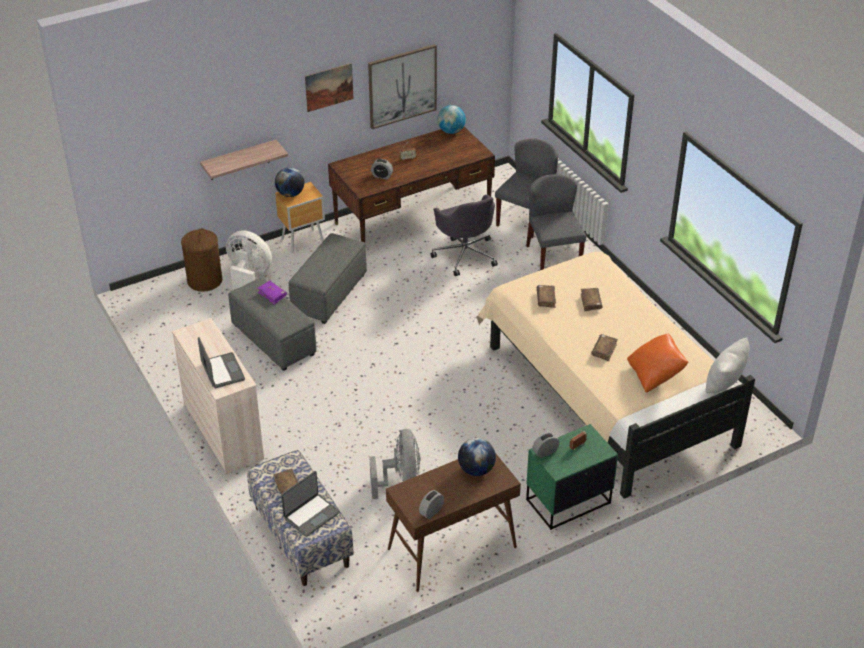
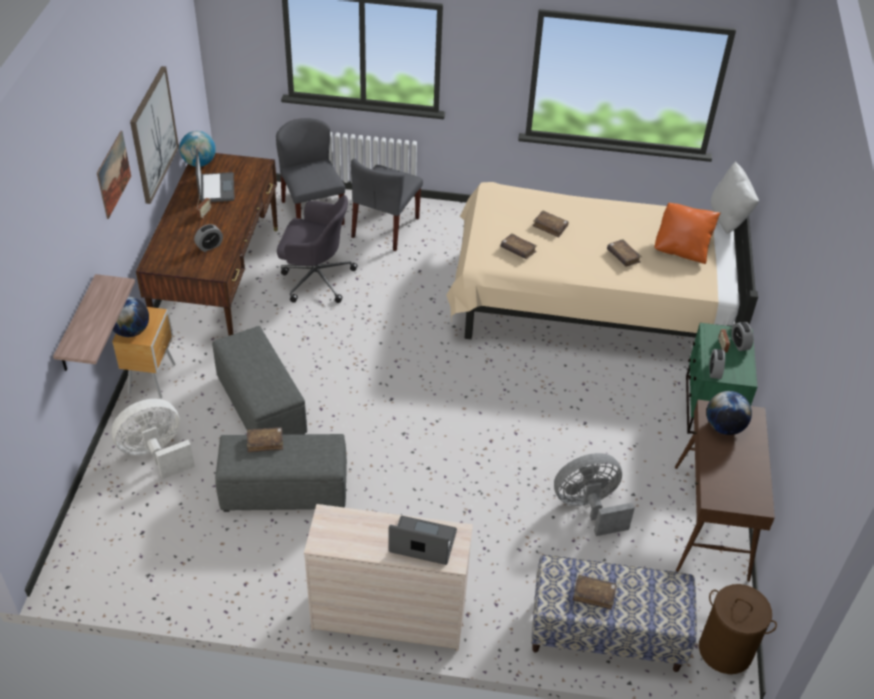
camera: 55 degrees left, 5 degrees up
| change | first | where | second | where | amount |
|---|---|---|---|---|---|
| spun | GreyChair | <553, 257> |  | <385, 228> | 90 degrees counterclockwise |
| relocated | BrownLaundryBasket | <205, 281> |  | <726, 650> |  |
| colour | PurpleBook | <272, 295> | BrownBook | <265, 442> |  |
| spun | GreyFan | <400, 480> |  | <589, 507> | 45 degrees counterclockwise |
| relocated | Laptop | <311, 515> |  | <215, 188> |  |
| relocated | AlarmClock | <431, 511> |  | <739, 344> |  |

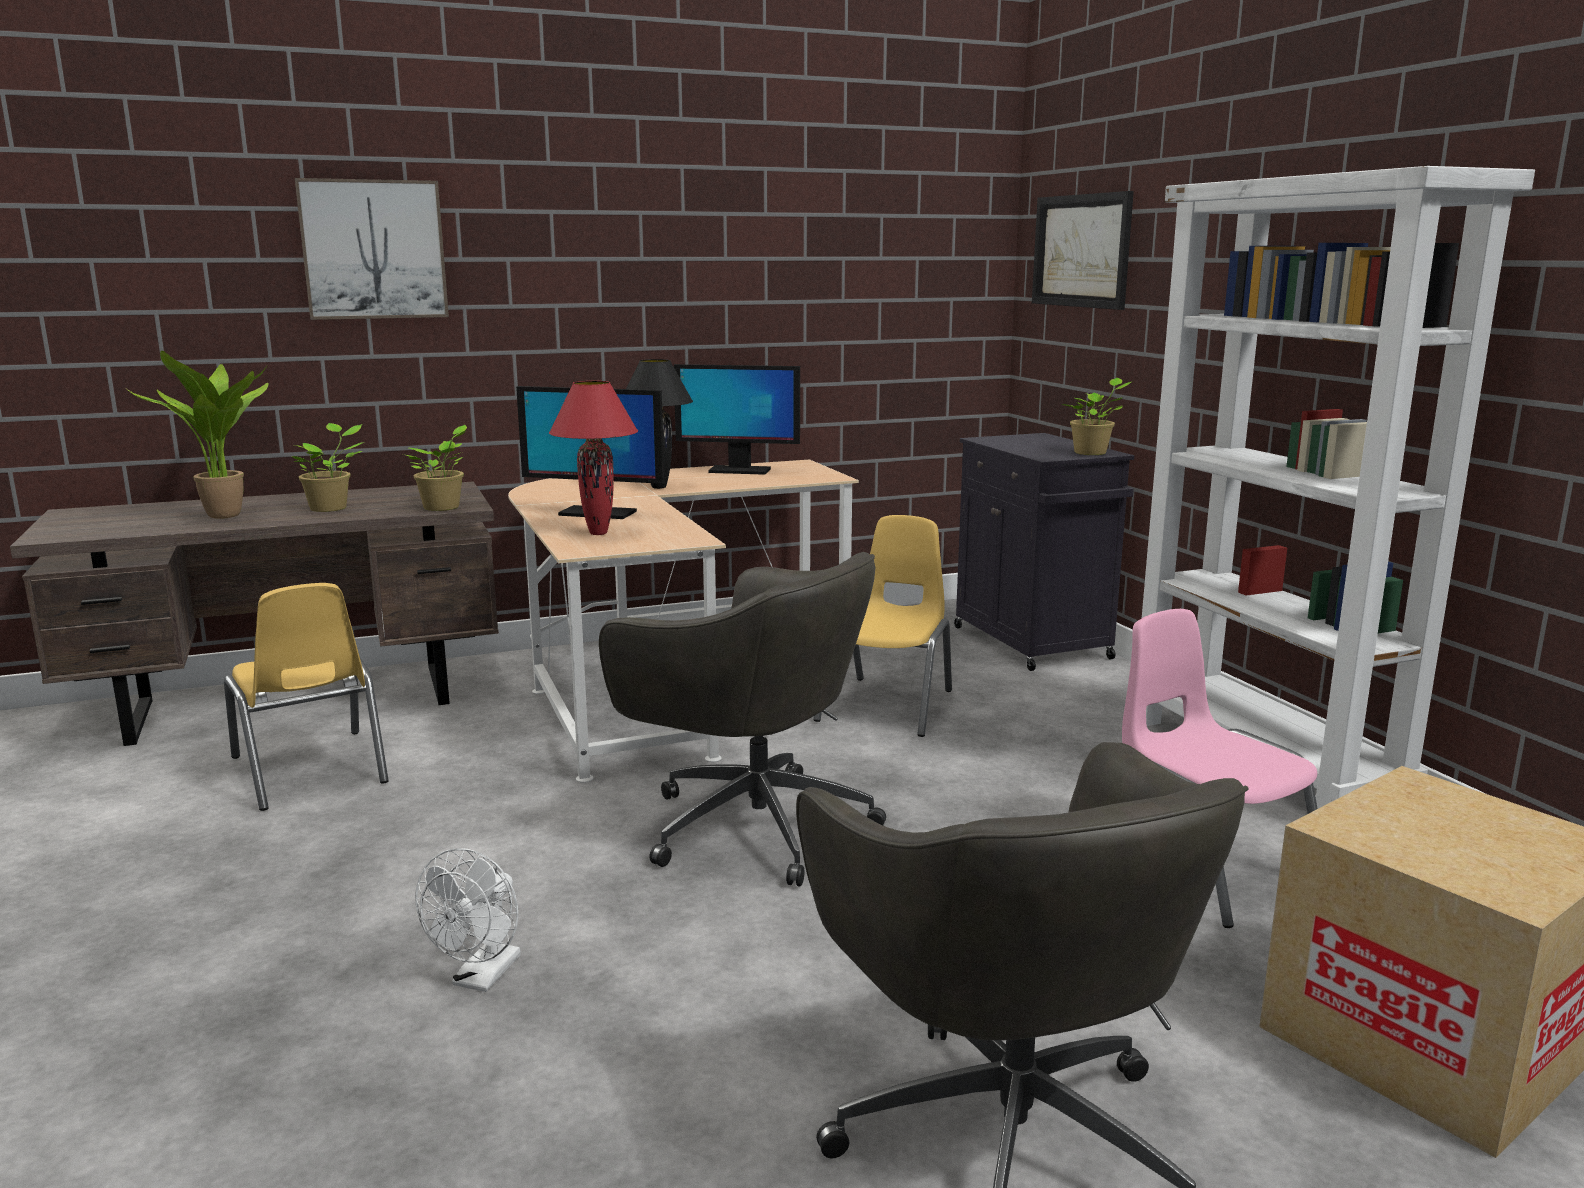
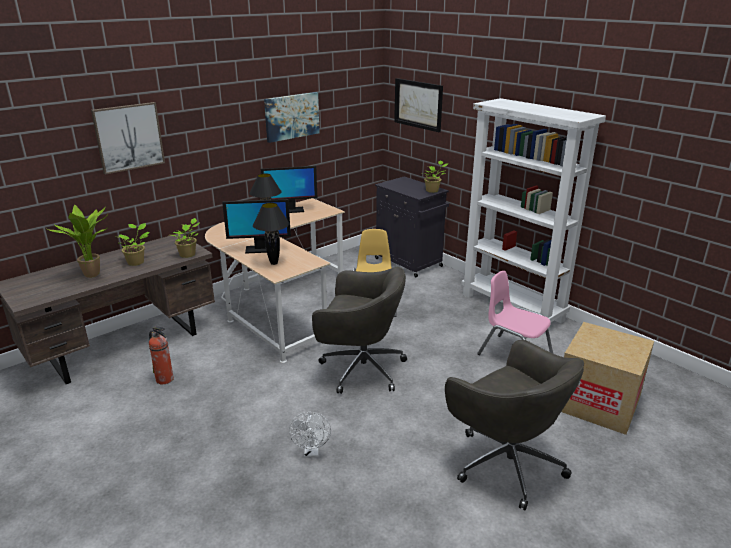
camera: 20 degrees left, 10 degrees up
| change | first | where | second | where | amount |
|---|---|---|---|---|---|
| colour | RedTableLamp | <599, 533> | BlackTableLamp | <274, 263> |  |
| exchanged | YellowChair | <310, 770> | FireExtinguisher | <165, 379> |  |
| appeared |  |  | Picture | <291, 116> |  |

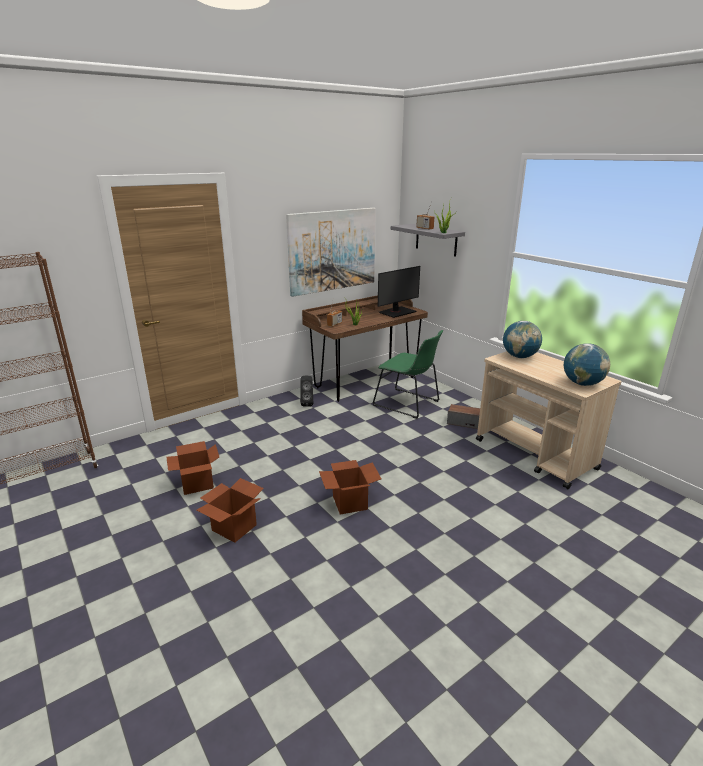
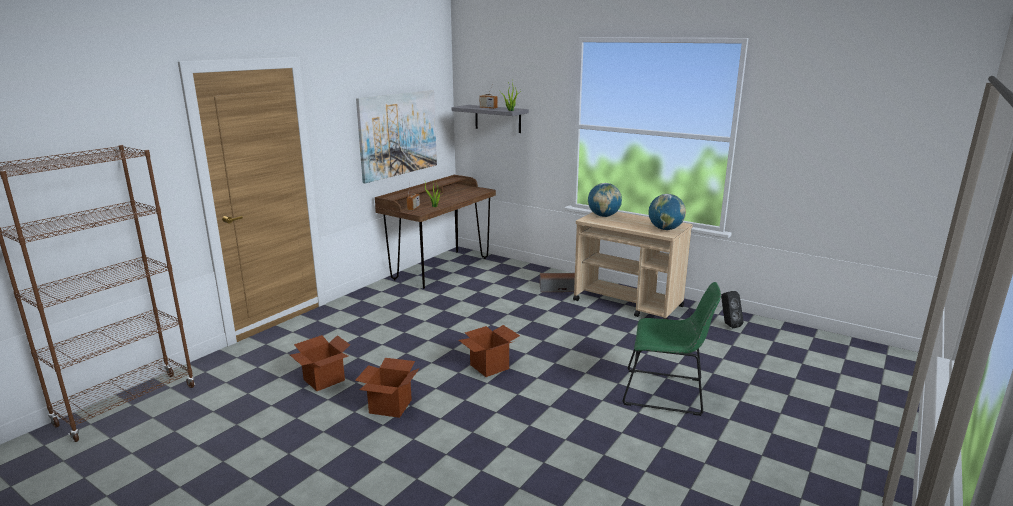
camera: 20 degrees left, 5 degrees down
| change | first | where | second | where | amount |
|---|---|---|---|---|---|
| missing | Monitor | <397, 312> |  |  |  |
| relocated | GreenChair | <408, 404> |  | <667, 392> |  |
| relocated | BlackSpeaker | <307, 403> |  | <728, 325> |  |

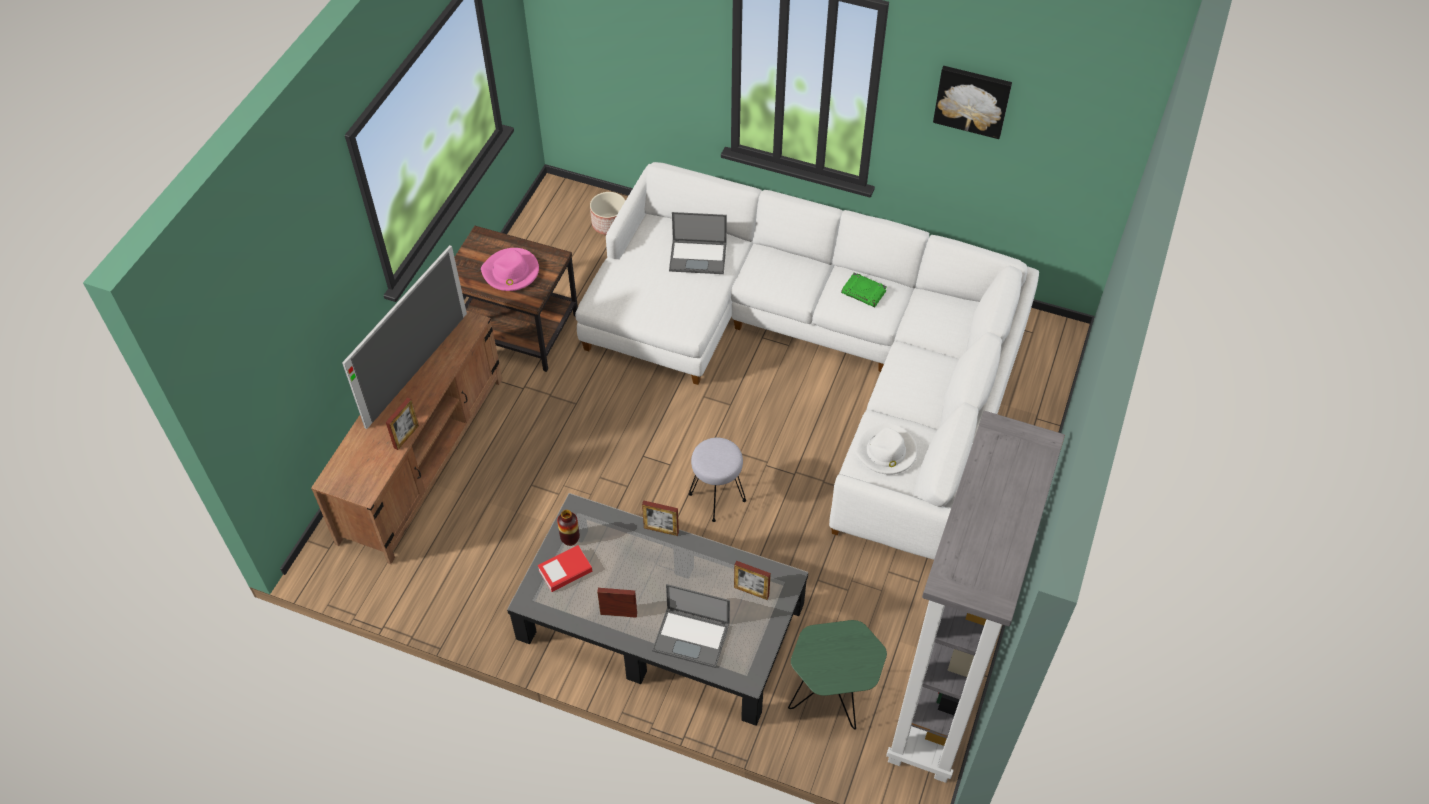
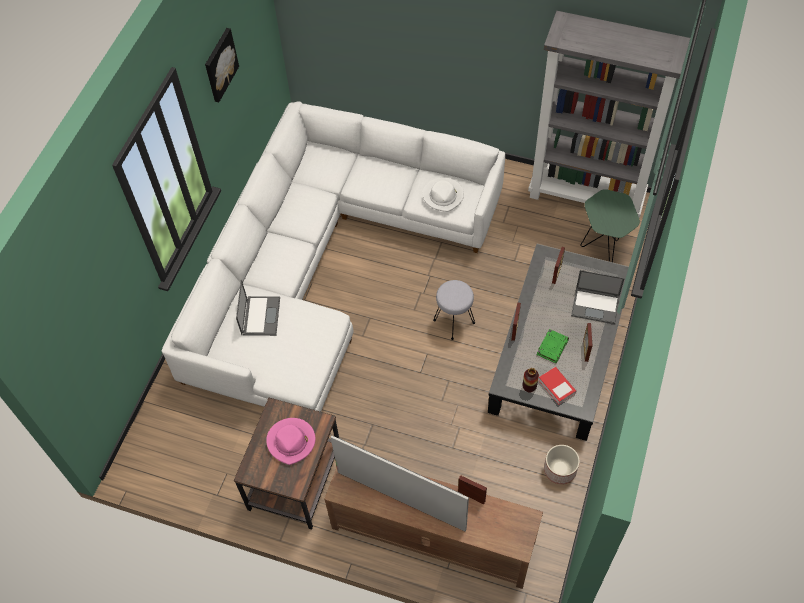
camera: 90 degrees left, 5 degrees up
| change | first | where | second | where | amount |
|---|---|---|---|---|---|
| relocated | Planter | <610, 223> |  | <559, 469> |  |
| relocated | GreenBook | <864, 292> |  | <552, 347> |  |
| spun | Laptop | <692, 637> |  | <596, 305> | 90 degrees clockwise |

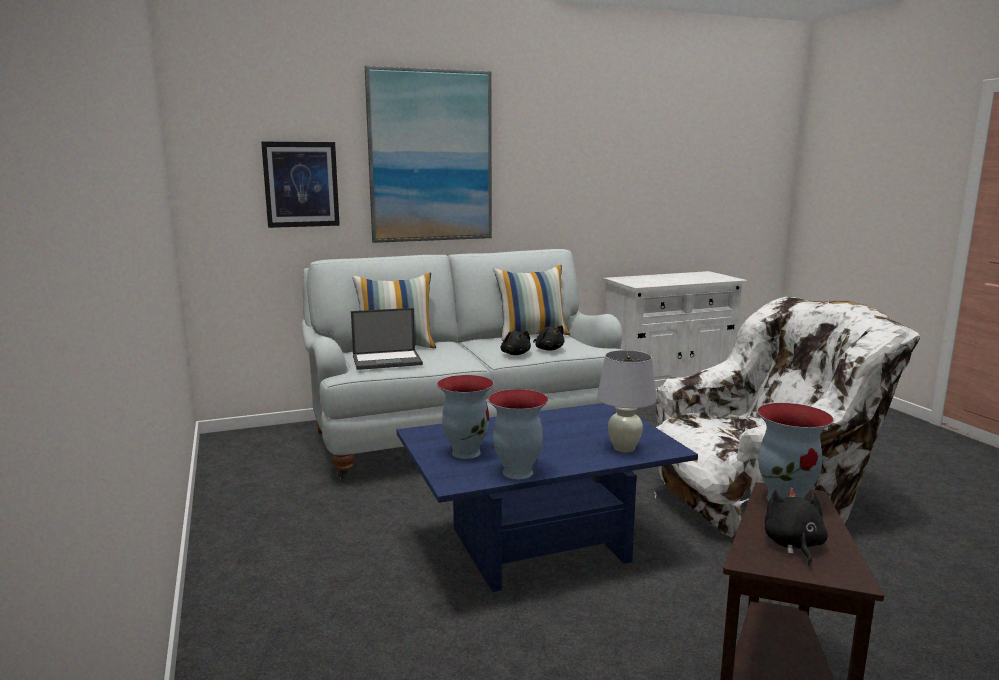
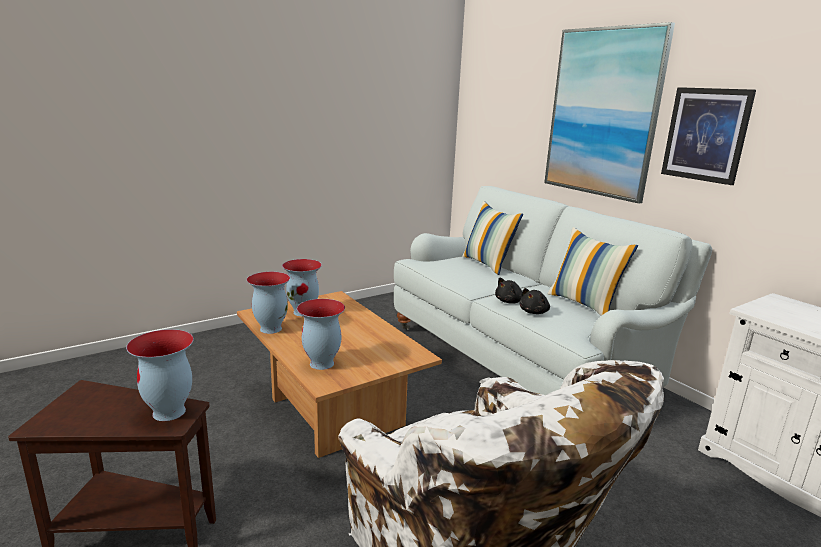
camera: 75 degrees right, 5 degrees up
| change | first | where | second | where | amount |
|---|---|---|---|---|---|
| relocated | Picture | <301, 184> |  | <705, 135> |  |
| missing | Laptop | <388, 360> |  |  |  |
| exchanged | WhiteTableLamp | <624, 448> | Vase | <322, 364> |  |
| colour | BlueCoffeeTable | <539, 548> | BrownCoffeeTable | <332, 412> |  |
| missing | BlackPlushToy | <793, 545> |  |  |  |

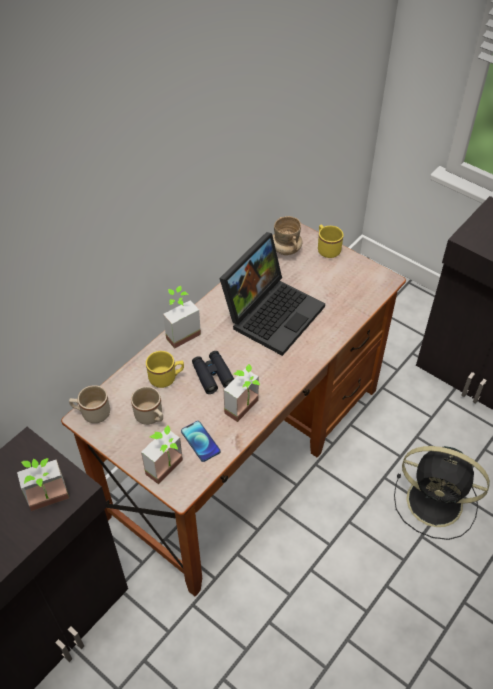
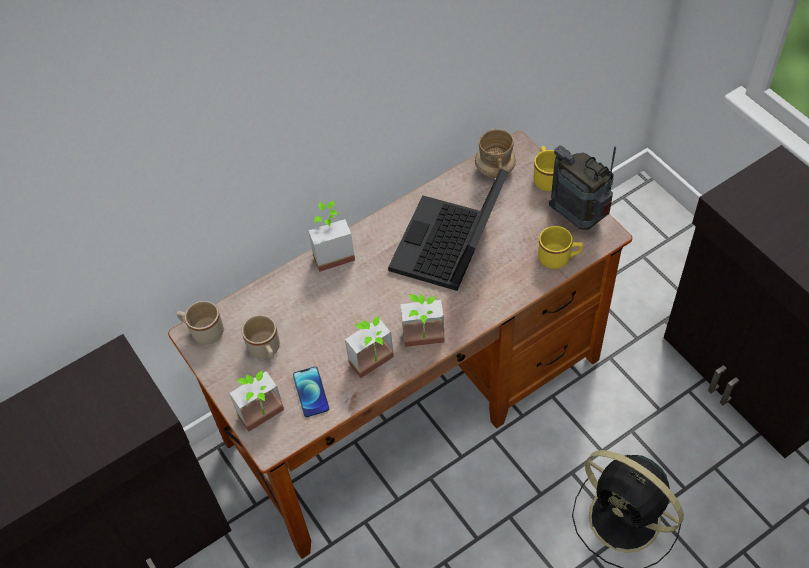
camera: 20 degrees right, 5 degrees up
| change | first | where | second | where | amount |
|---|---|---|---|---|---|
| spun | Laptop | <272, 312> |  | <449, 249> | 150 degrees clockwise |
| relocated | YellowMug | <166, 378> |  | <559, 258> |  |
| missing | BlackBinoculars | <213, 375> |  |  |  |
| relocated | PottedPlant | <50, 503> |  | <424, 343> |  |
| appeared |  |  | Radio | <579, 218> |  |

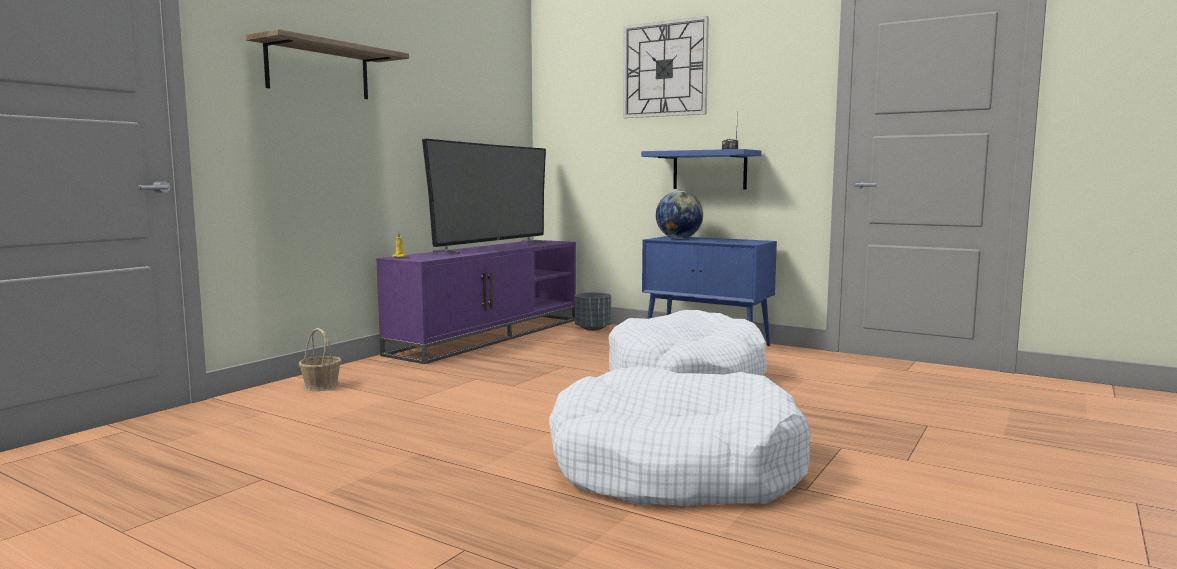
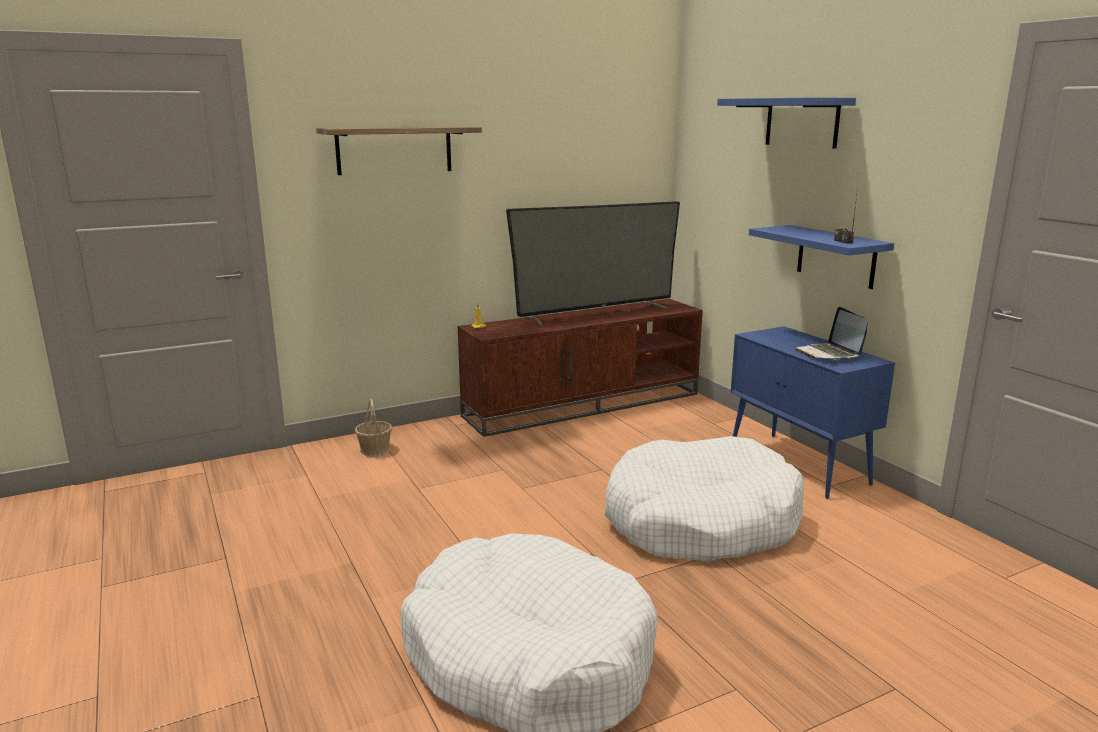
camera: 30 degrees right, 10 degrees up
| change | first | where | second | where | amount |
|---|---|---|---|---|---|
| exchanged | WallClock | <665, 69> | BlueShelf | <802, 122> |  |
| missing | Globe | <679, 238> |  |  |  |
| colour | PurpleTvStand | <488, 336> | BrownTvStand | <584, 404> |  |
| missing | GreyPlanter | <593, 329> |  |  |  |
| appeared |  |  | Laptop | <829, 354> |  |

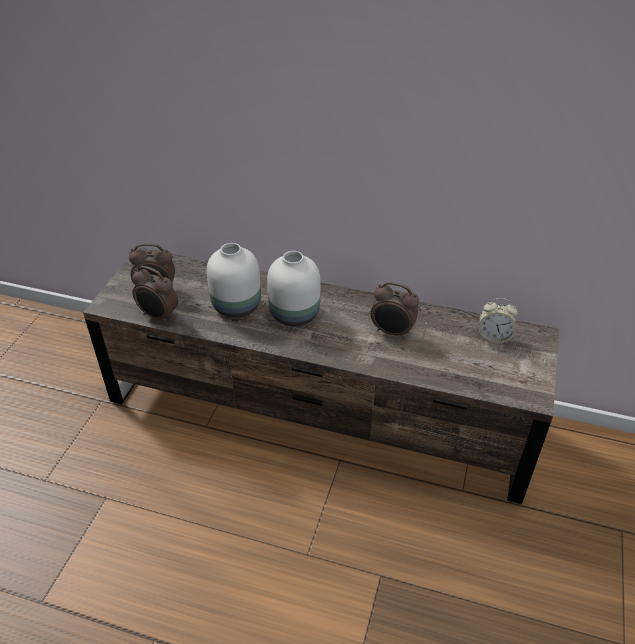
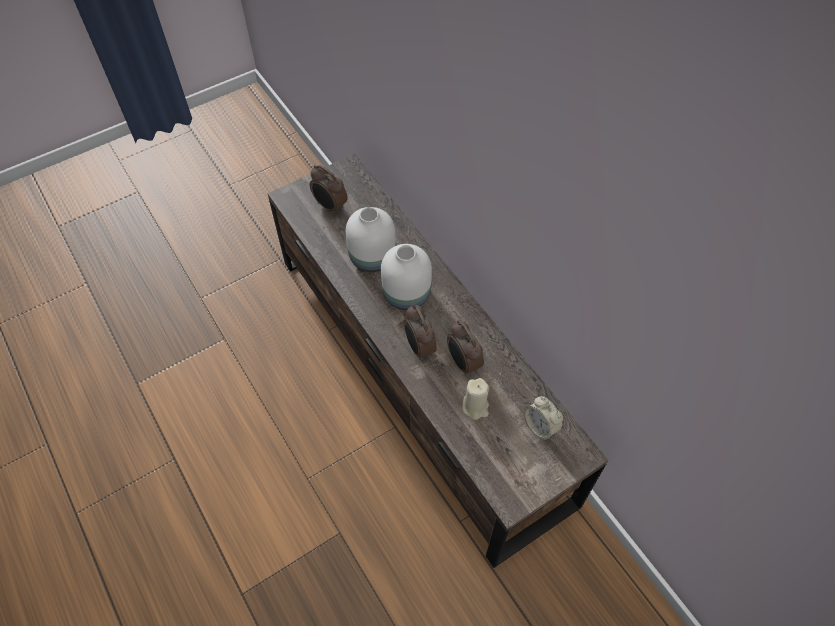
camera: 40 degrees right, 15 degrees up
| change | first | where | second | where | amount |
|---|---|---|---|---|---|
| relocated | AlarmClock | <158, 316> |  | <419, 347> |  |
| appeared |  |  | BeigeCandle | <475, 407> |  |

